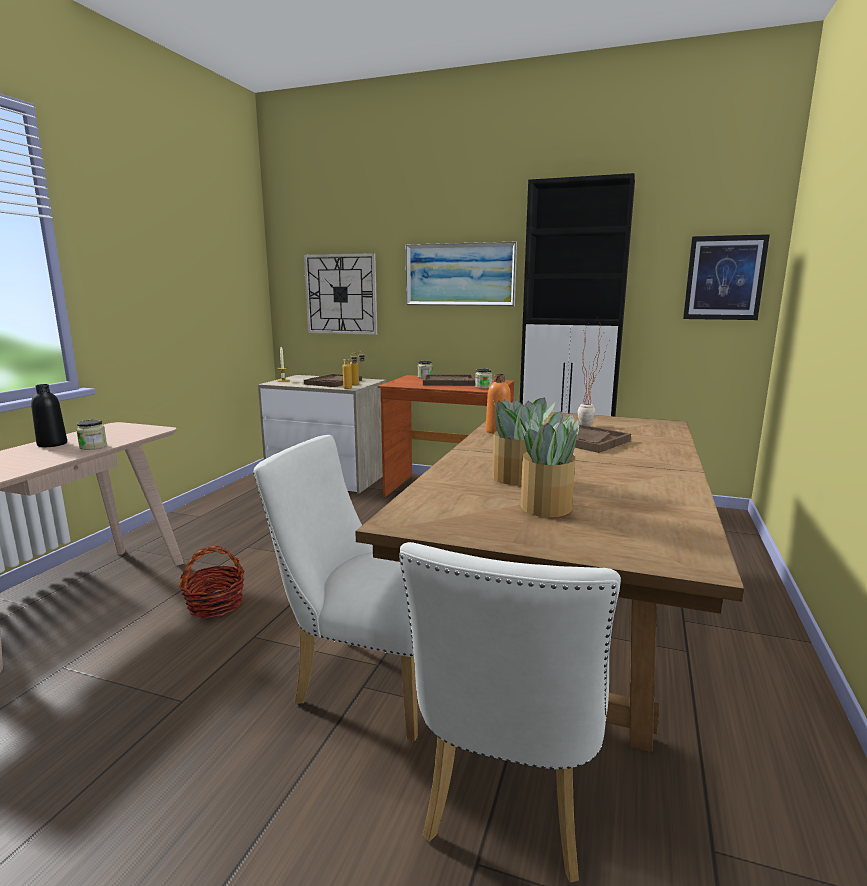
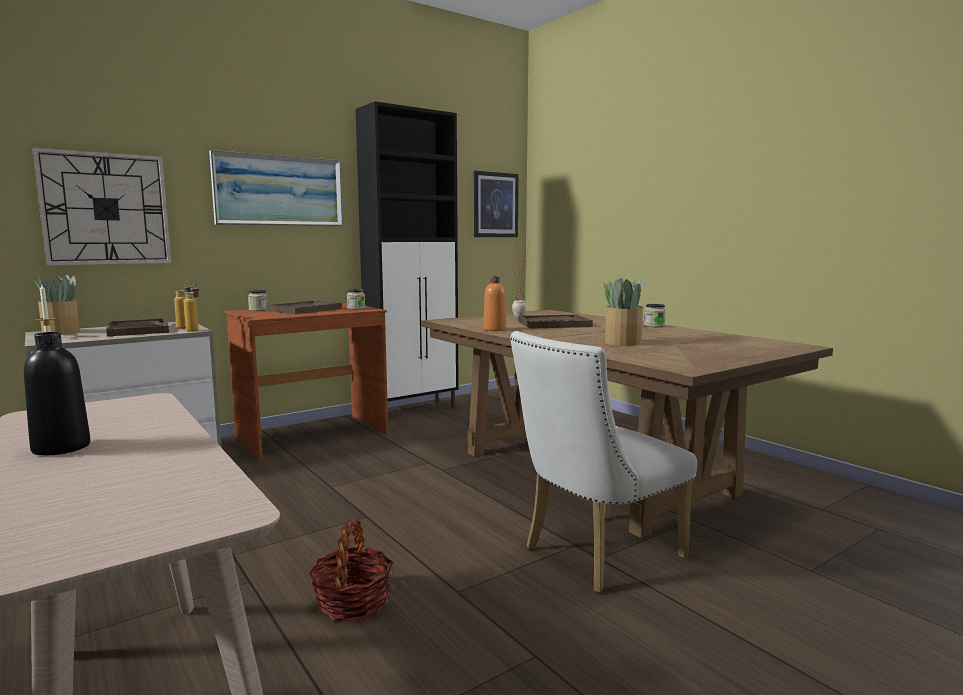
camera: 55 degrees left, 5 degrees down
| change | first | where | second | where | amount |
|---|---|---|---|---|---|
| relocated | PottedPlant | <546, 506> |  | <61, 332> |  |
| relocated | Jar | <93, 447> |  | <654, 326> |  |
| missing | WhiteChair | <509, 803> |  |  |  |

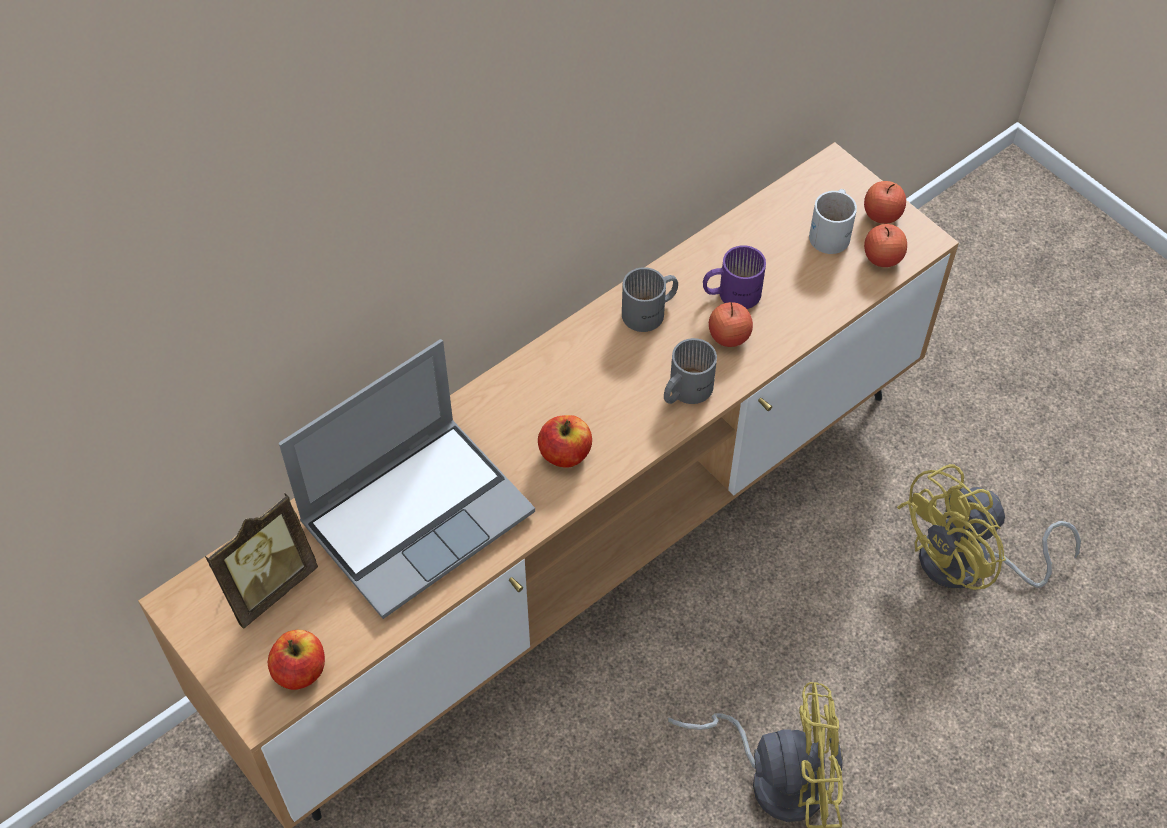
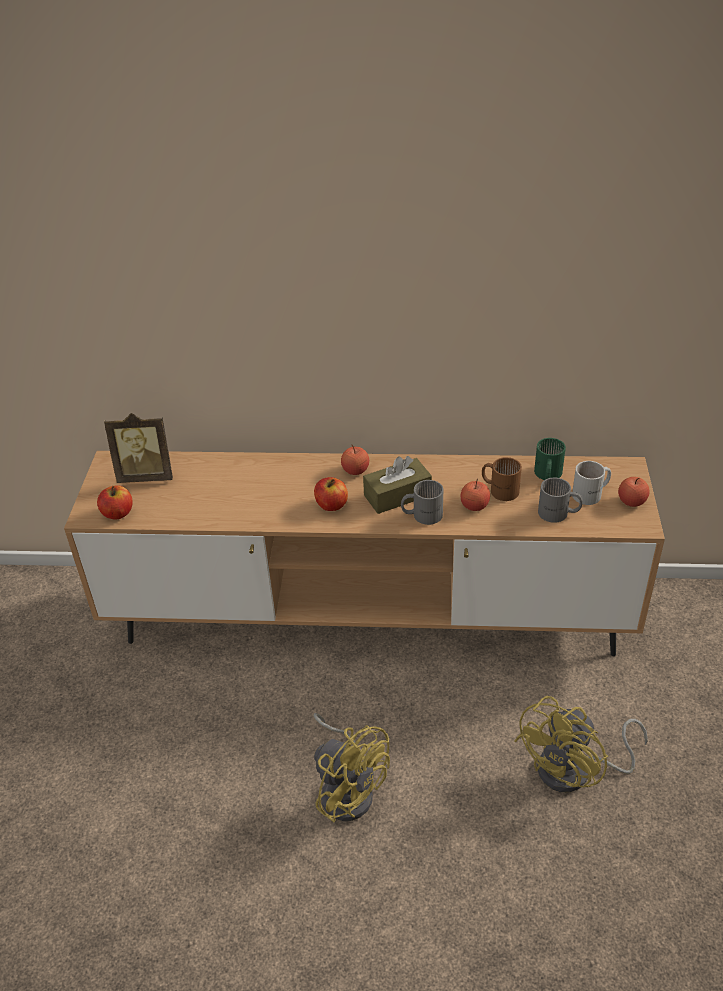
camera: 45 degrees right, 15 degrees down
| change | first | where | second | where | amount |
|---|---|---|---|---|---|
| relocated | Apple | <882, 258> |  | <355, 470> |  |
| colour | PurpleMug | <731, 292> | BrownMug | <500, 488> |  |
| relocated | GreyMug | <651, 312> |  | <558, 514> |  |
| missing | Laptop | <418, 514> |  |  |  |
| spun | YellowFan | <968, 565> |  | <575, 771> | 60 degrees counterclockwise |
| appeared |  |  | GreenMug | <546, 475> |  |
| appeared |  |  | BrownTissueBox | <397, 495> |  |

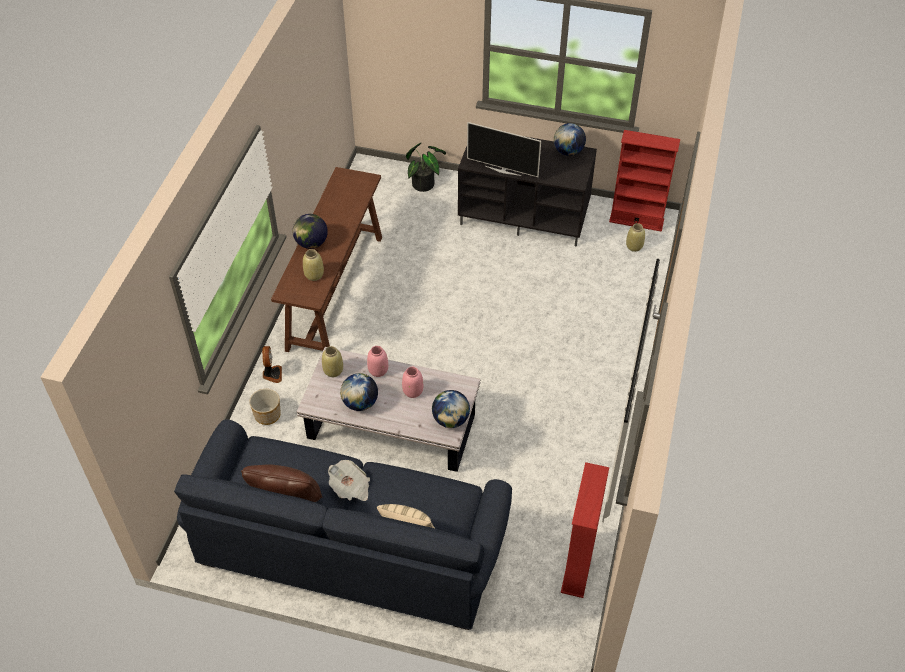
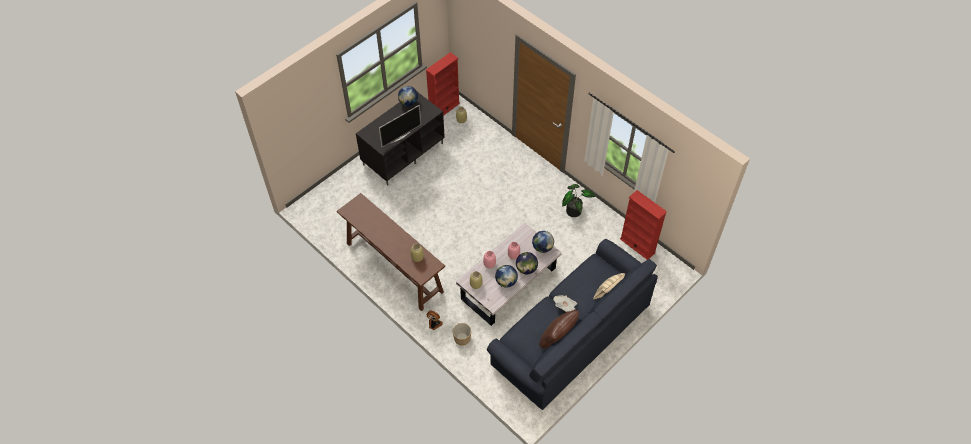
camera: 60 degrees left, 5 degrees up
| change | first | where | second | where | amount |
|---|---|---|---|---|---|
| relocated | PottedPlant | <426, 184> |  | <574, 209> |  |
| relocated | Globe | <311, 243> |  | <526, 269> |  |

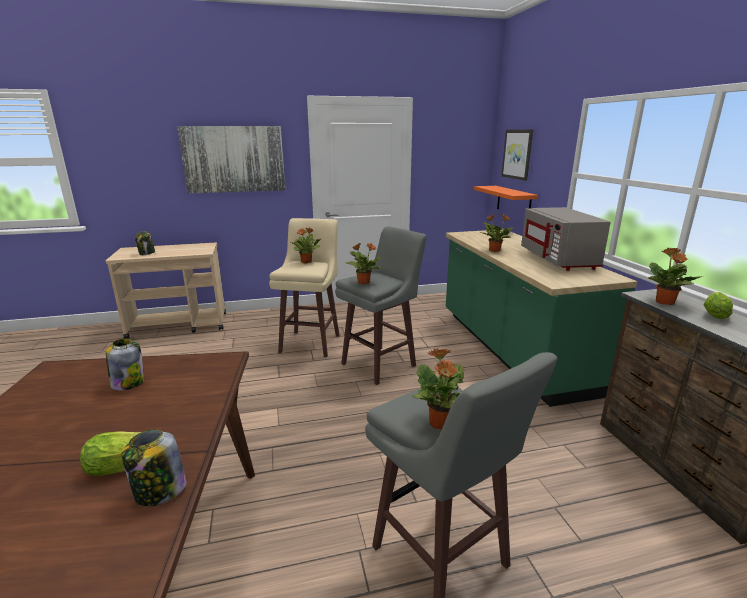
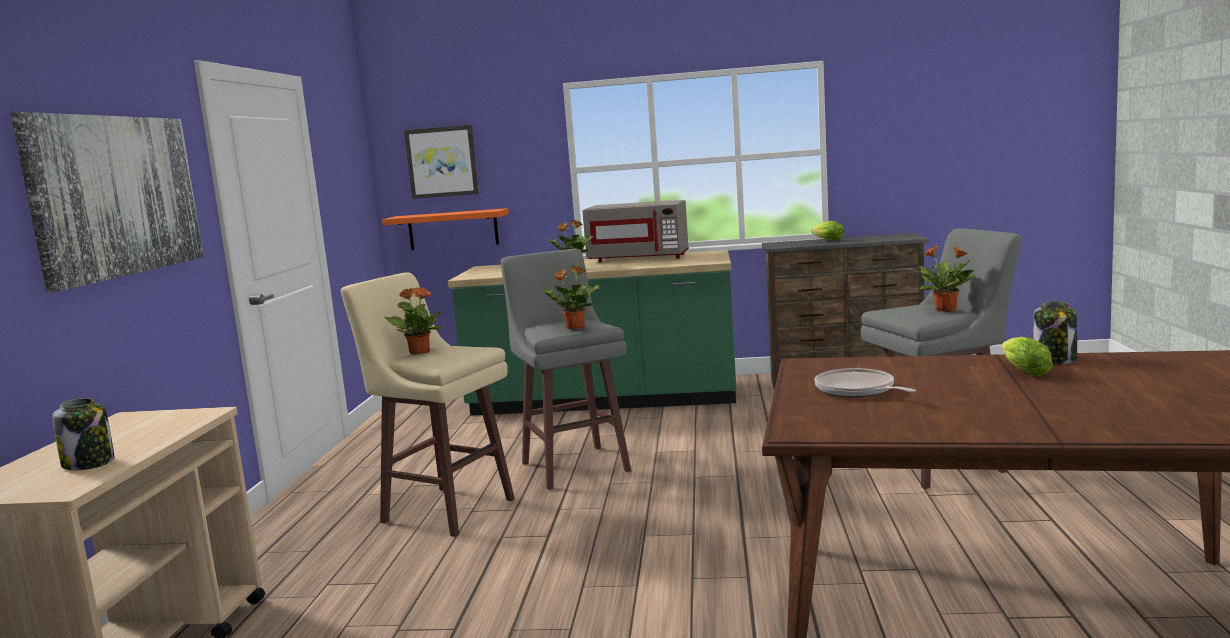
camera: 70 degrees left, 10 degrees down
| change | first | where | second | where | amount |
|---|---|---|---|---|---|
| missing | PottedPlant | <664, 302> |  |  |  |
| exchanged | Jar | <128, 383> | FryingPan | <857, 390> |  |

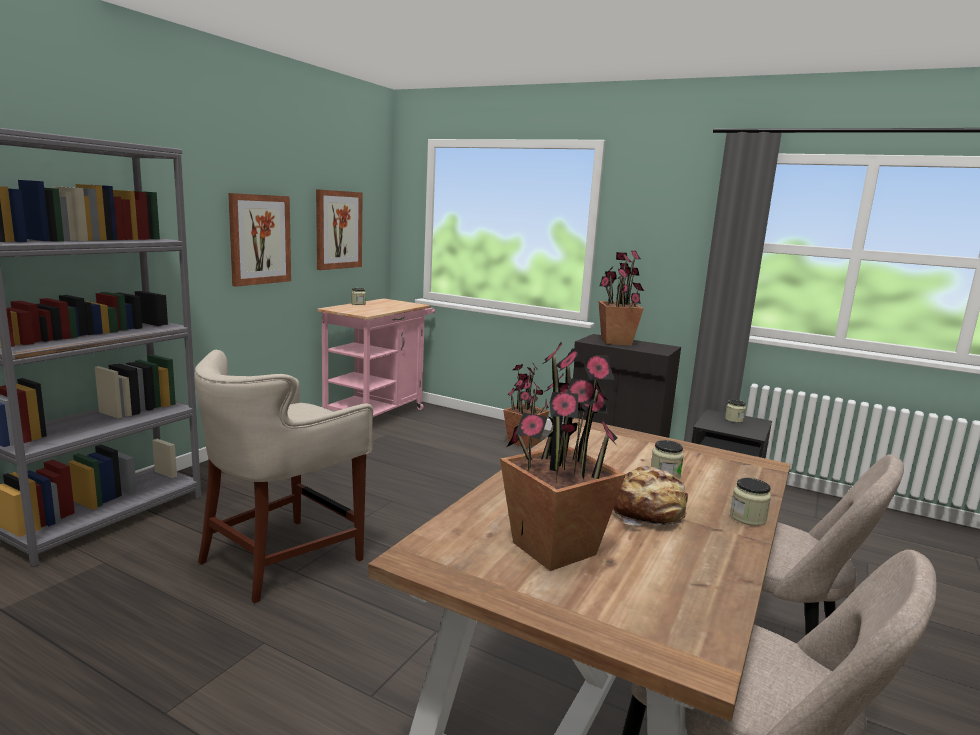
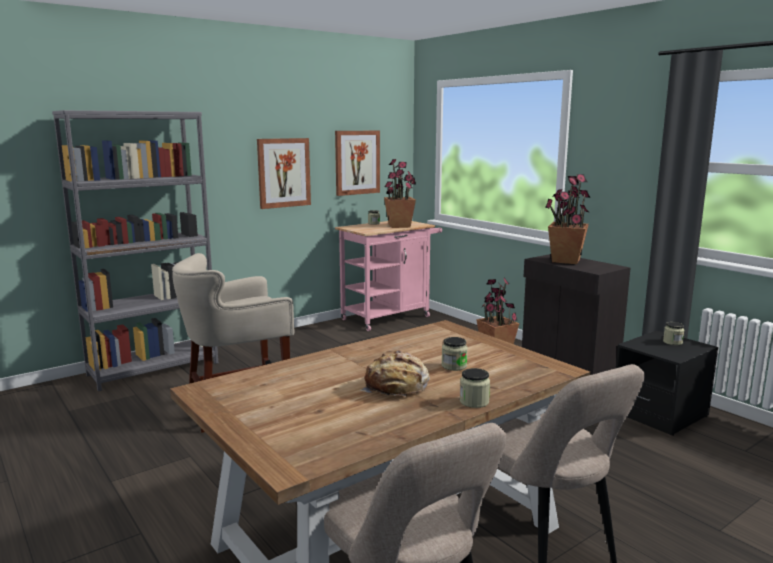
camera: 25 degrees right, 0 degrees up
| change | first | where | second | where | amount |
|---|---|---|---|---|---|
| relocated | PottedPlant | <554, 548> |  | <399, 226> |  |

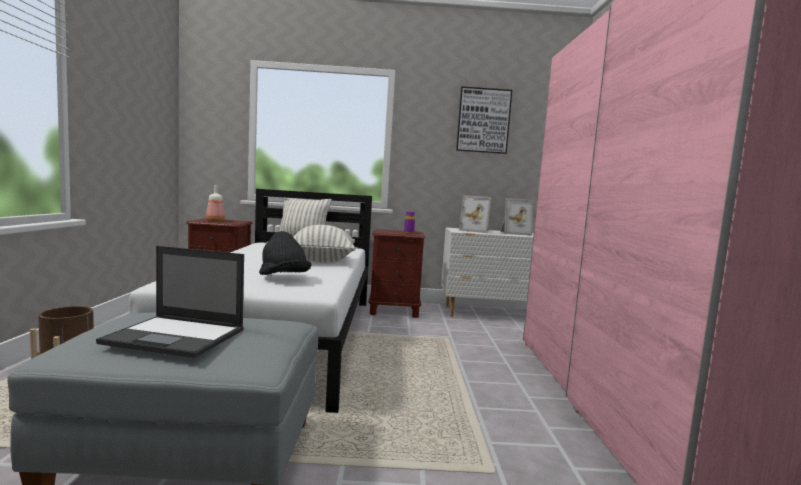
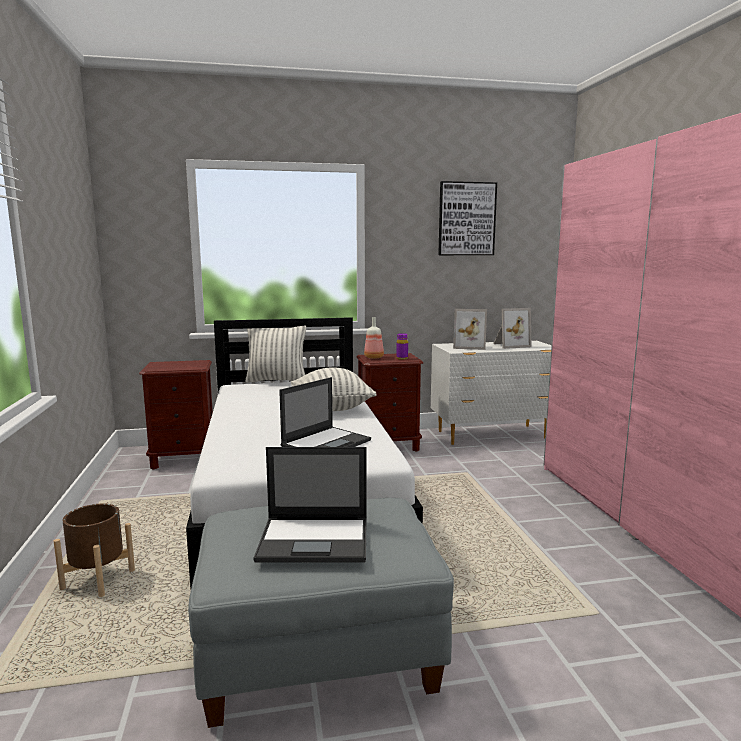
camera: 10 degrees left, 5 degrees up
| change | first | where | second | where | amount |
|---|---|---|---|---|---|
| relocated | Bottle | <216, 221> |  | <374, 357> |  |
| exchanged | BlackHat | <283, 278> | Laptop | <327, 443> |  |

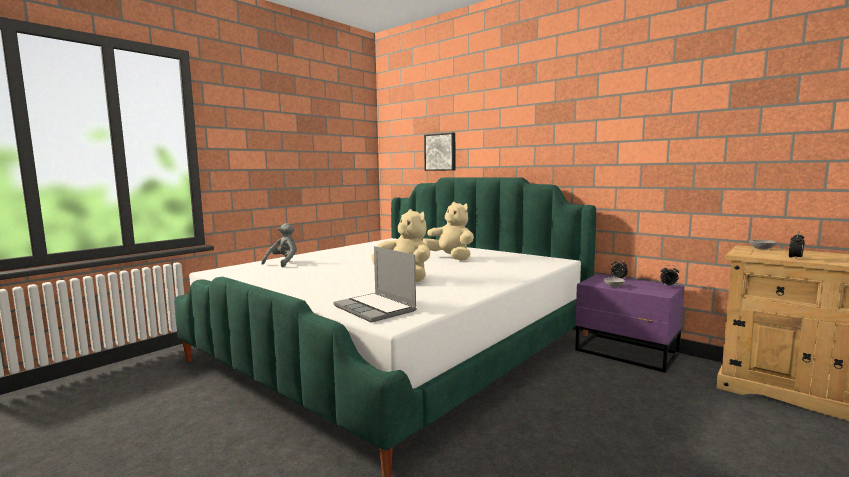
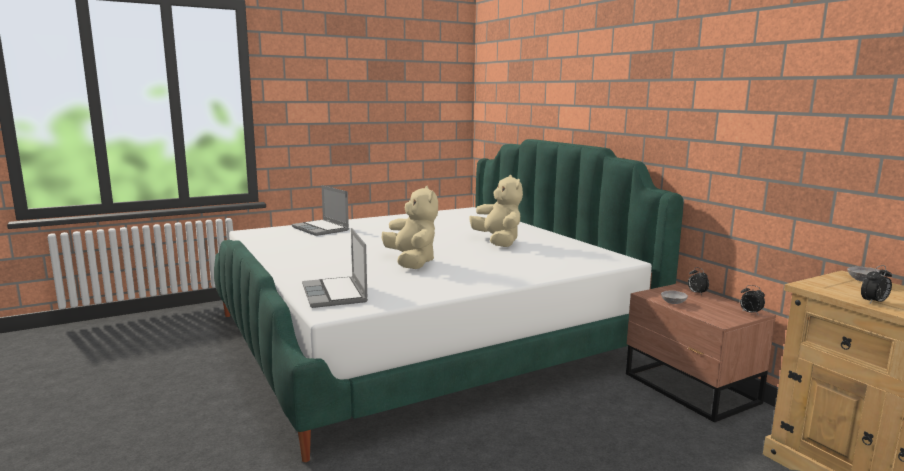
camera: 20 degrees right, 5 degrees up
| change | first | where | second | where | amount |
|---|---|---|---|---|---|
| missing | Picture | <440, 152> |  |  |  |
| exchanged | GreyPlushToy | <283, 263> | Laptop | <321, 229> |  |
| colour | PurpleNightstand | <627, 353> | BrownNightstand | <690, 389> |  |

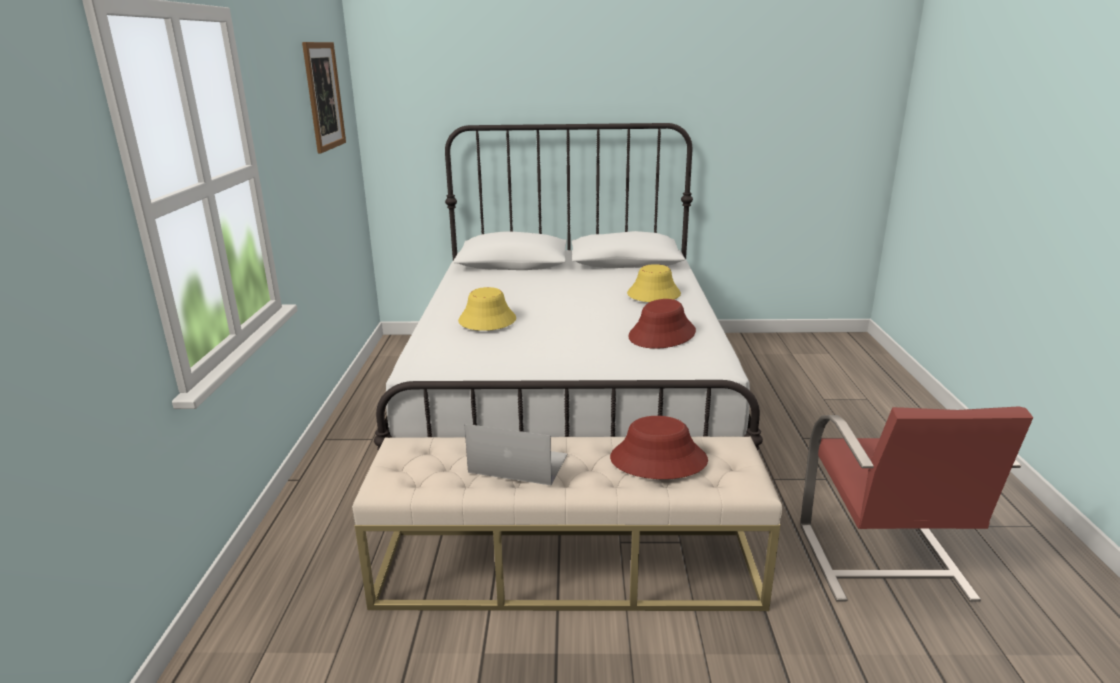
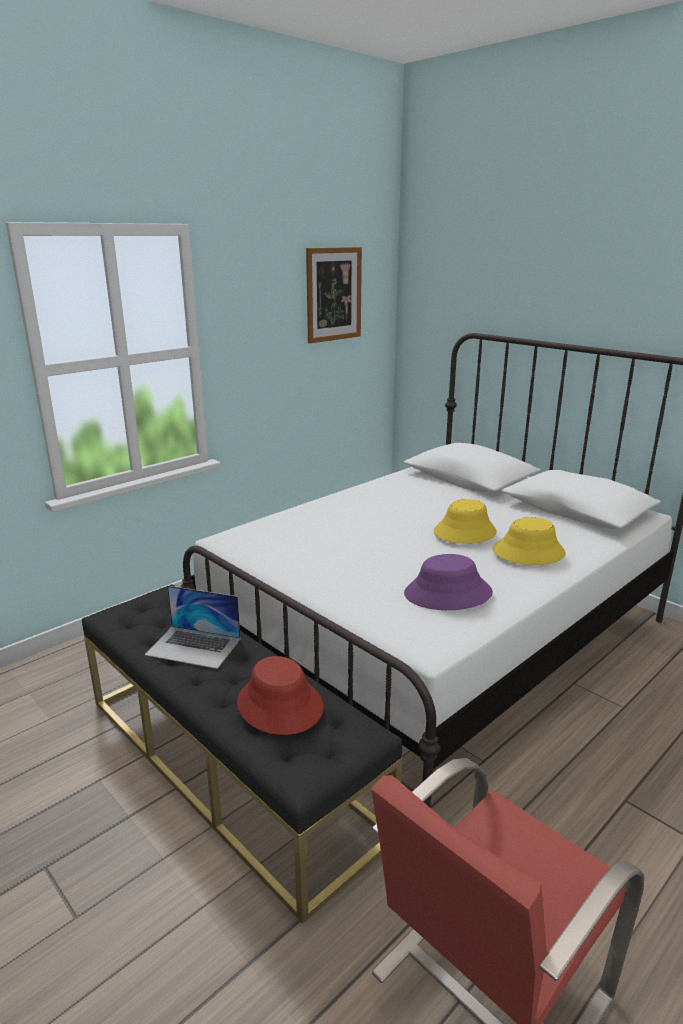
camera: 45 degrees right, 0 degrees up
| change | first | where | second | where | amount |
|---|---|---|---|---|---|
| relocated | YellowHat | <487, 320> |  | <464, 532> |  |
| colour | RedHat | <662, 334> | PurpleHat | <448, 594> |  |
| spun | Laptop | <518, 463> |  | <194, 646> | 135 degrees clockwise |
| colour | BeigeBench | <568, 567> | BlackBench | <229, 764> |  |

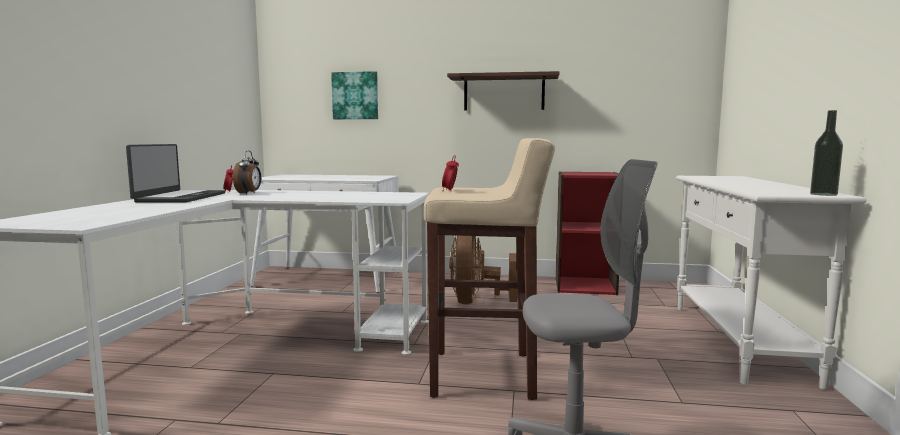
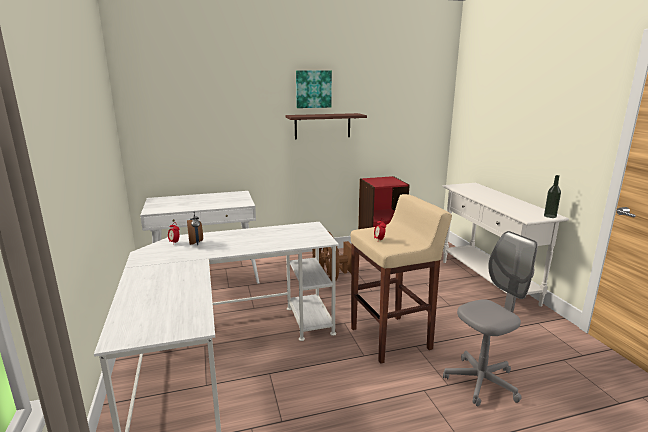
camera: 25 degrees left, 10 degrees up
| change | first | where | second | where | amount |
|---|---|---|---|---|---|
| relocated | Picture | <355, 96> |  | <313, 89> |  |
| missing | Laptop | <180, 197> |  |  |  |

